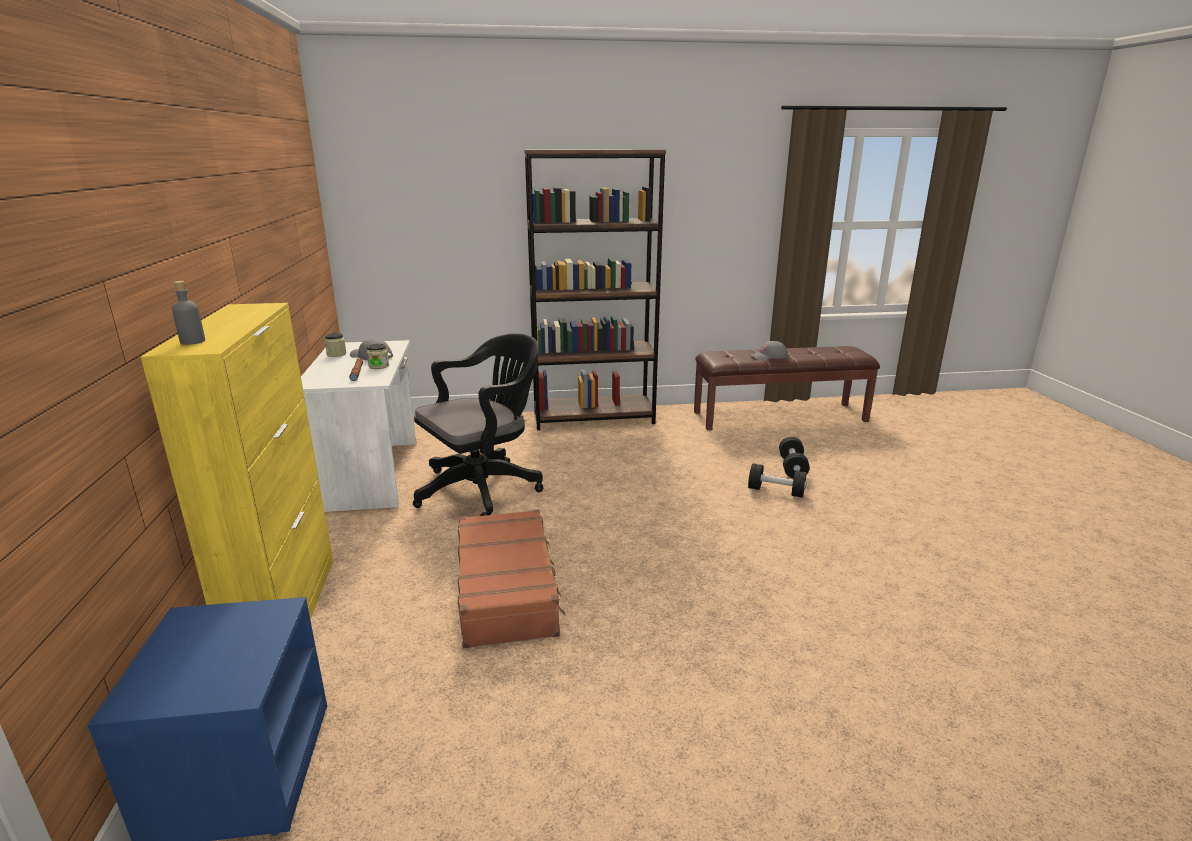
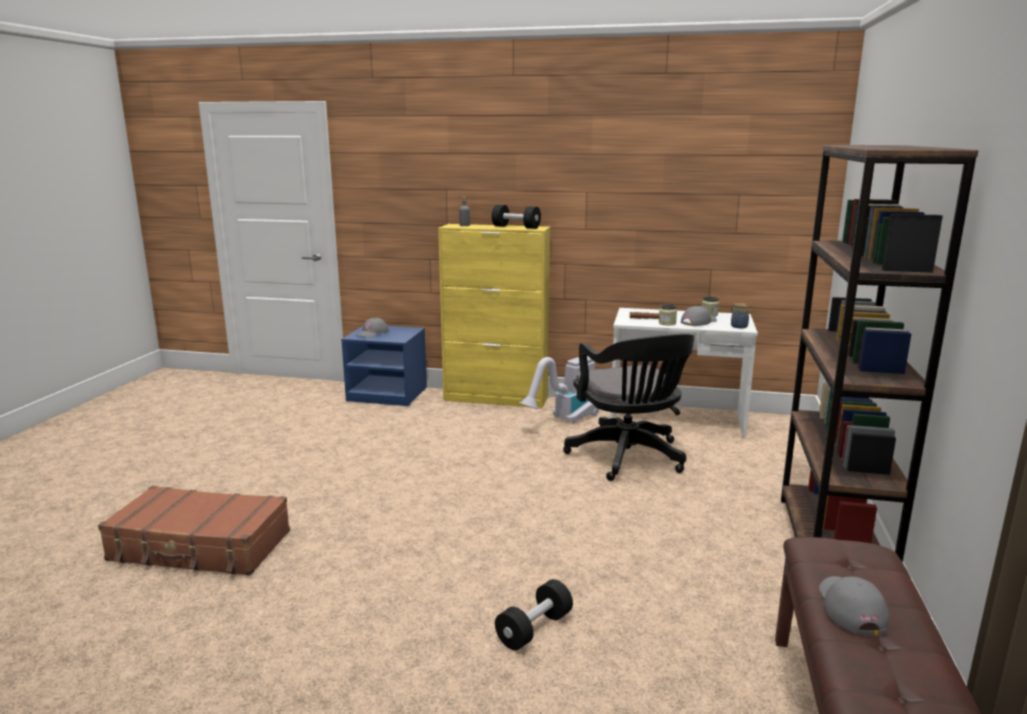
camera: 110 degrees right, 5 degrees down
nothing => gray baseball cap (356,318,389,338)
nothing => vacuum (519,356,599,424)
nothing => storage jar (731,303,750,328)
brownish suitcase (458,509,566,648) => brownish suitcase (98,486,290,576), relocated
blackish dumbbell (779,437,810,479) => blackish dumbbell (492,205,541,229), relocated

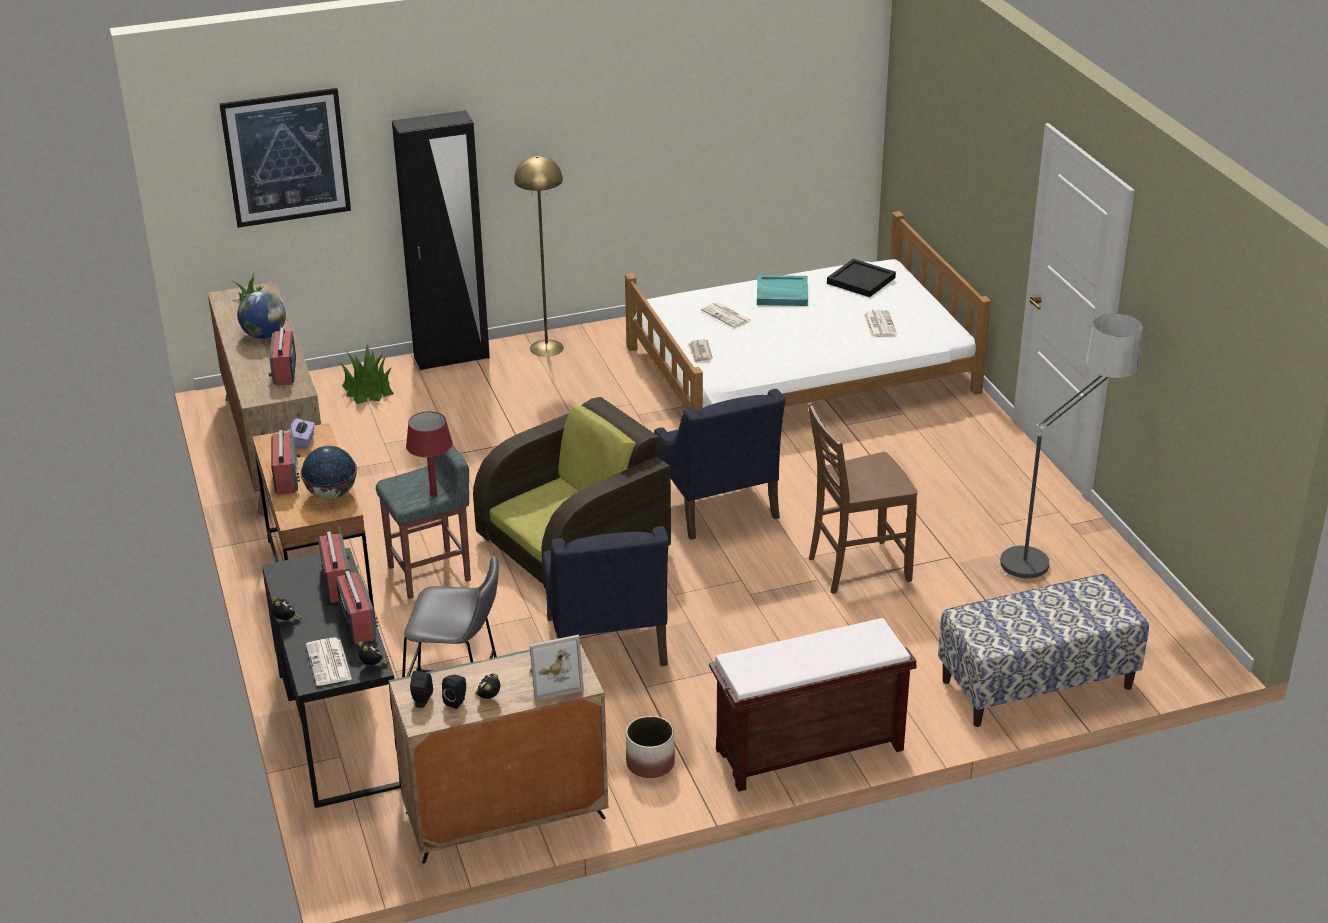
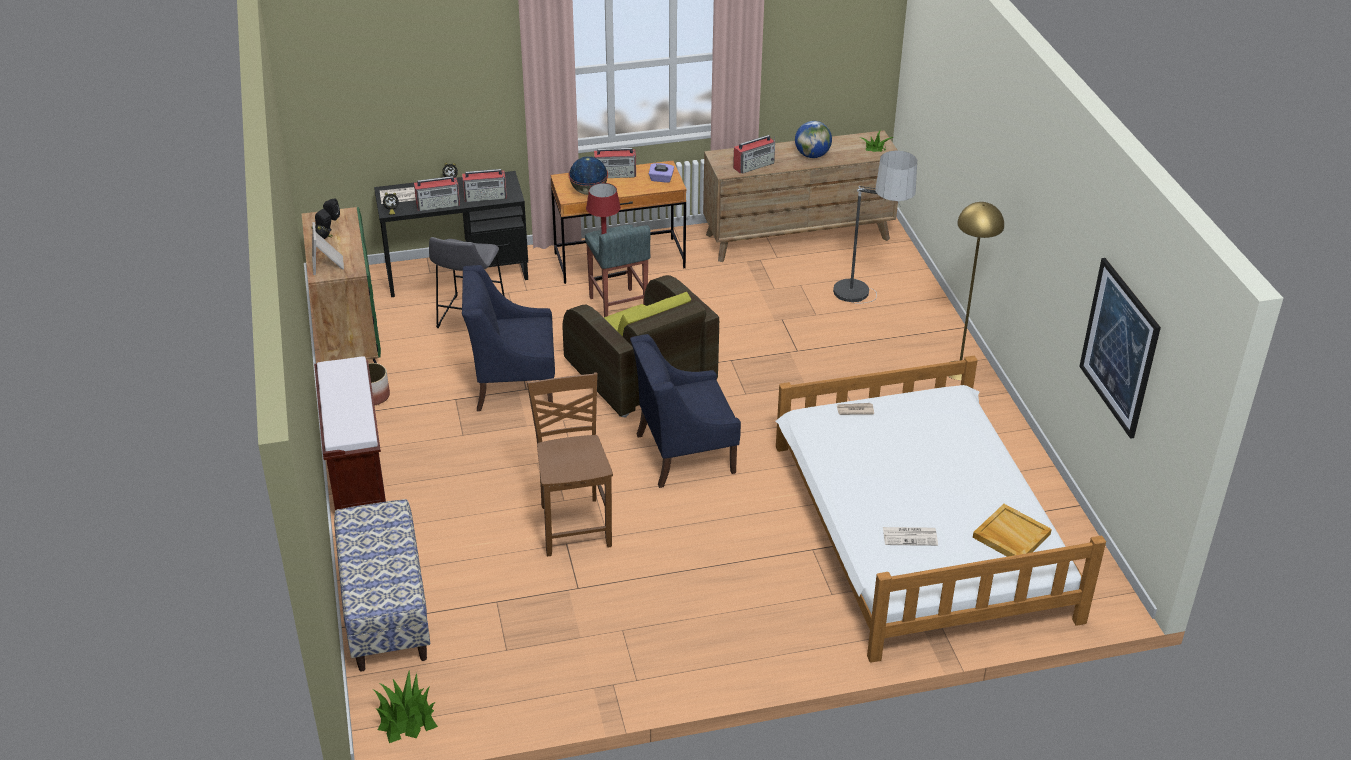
camera: 95 degrees right, 5 degrees up
blackish wardrobe (392,110,490,370) => nothing
newspaper (701,302,752,328) => nothing
turquoise-coloured serving tray (757,275,808,306) => nothing
wall picture (219,88,351,228) => wall picture (1079,258,1161,439), relocated
potted plant (340,344,394,404) => potted plant (373,671,438,743), relocated
standing lamp (998,313,1143,579) => standing lamp (833,151,917,304), relocated
blackish serving tray (827,259,896,297) => beige serving tray (973,504,1052,557)
radio receiver (269,327,296,386) => radio receiver (733,135,775,174), 150 degrees clockwise

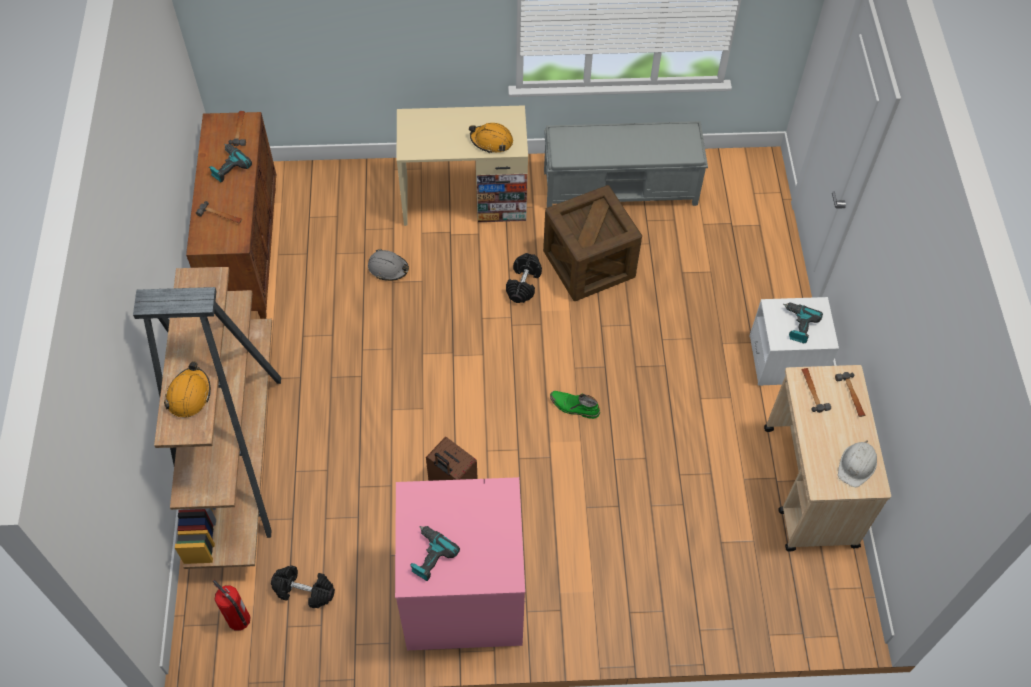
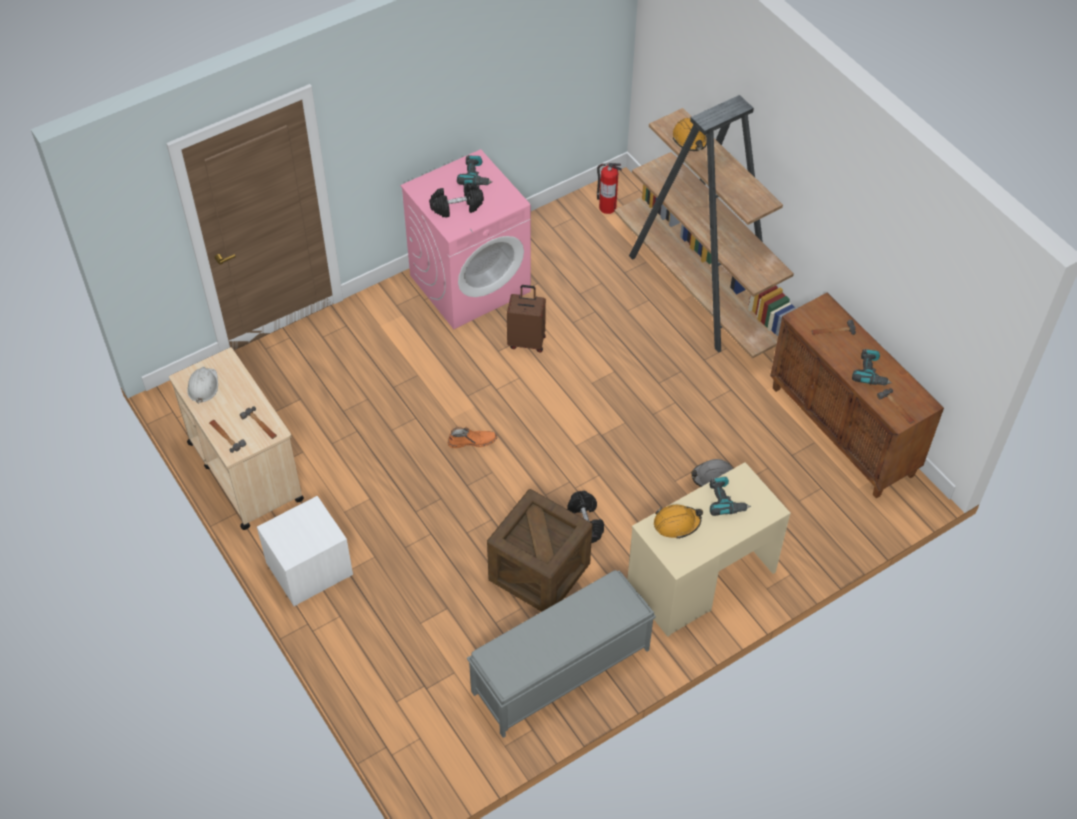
camera: 150 degrees right, 5 degrees down
blackish dumbbell (271,565,335,608) => blackish dumbbell (429,183,484,218), relocated
electric drill (783,302,823,343) => electric drill (710,477,751,516), relocated
green boot (550,391,600,419) => orange boot (448,427,497,448)

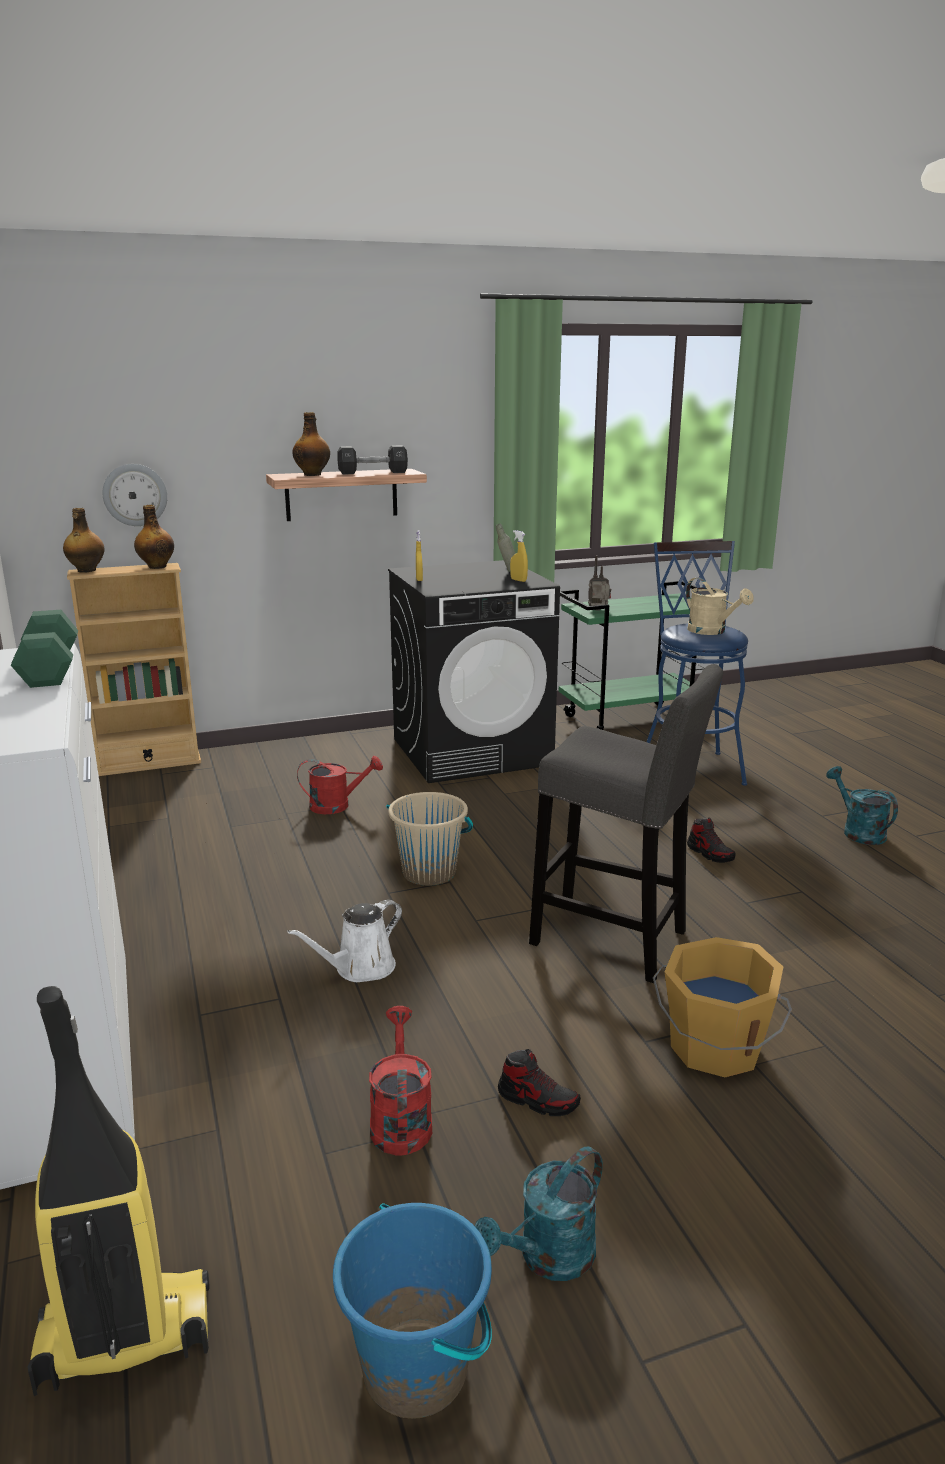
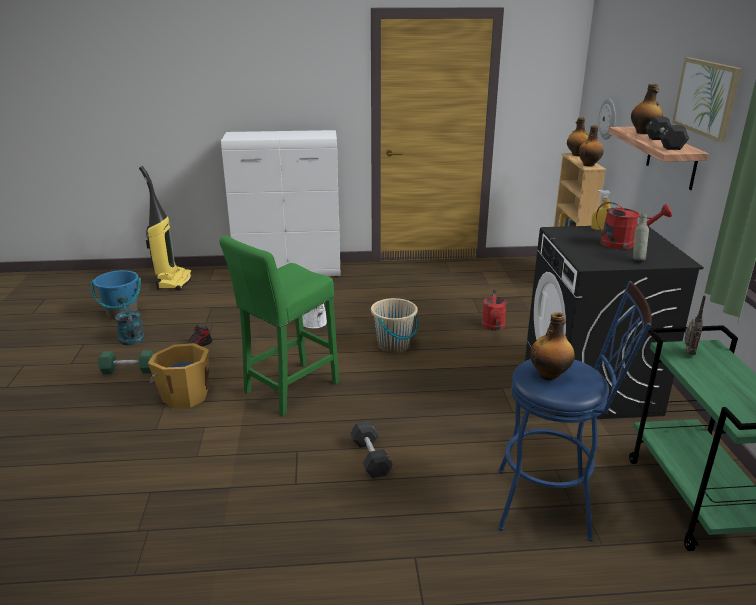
camera: 105 degrees right, 5 degrees up
yellow-coloured spray bottle (510,530,528,582) => nothing
turquoise-coloured watering can (826,766,898,845) => nothing
nothing => wall picture (672,57,742,142)
green dumbbell (11,610,78,688) => green dumbbell (98,350,154,374), relocated
red watering can (369,1006,432,1155) => red watering can (596,202,672,249), relocated
beige watering can (686,577,754,635) => drink bottle (530,312,575,381)
low shoe (687,817,736,863) => blackish dumbbell (350,420,393,478)
gray stool (529,664,723,983) => green stool (219,236,339,416)

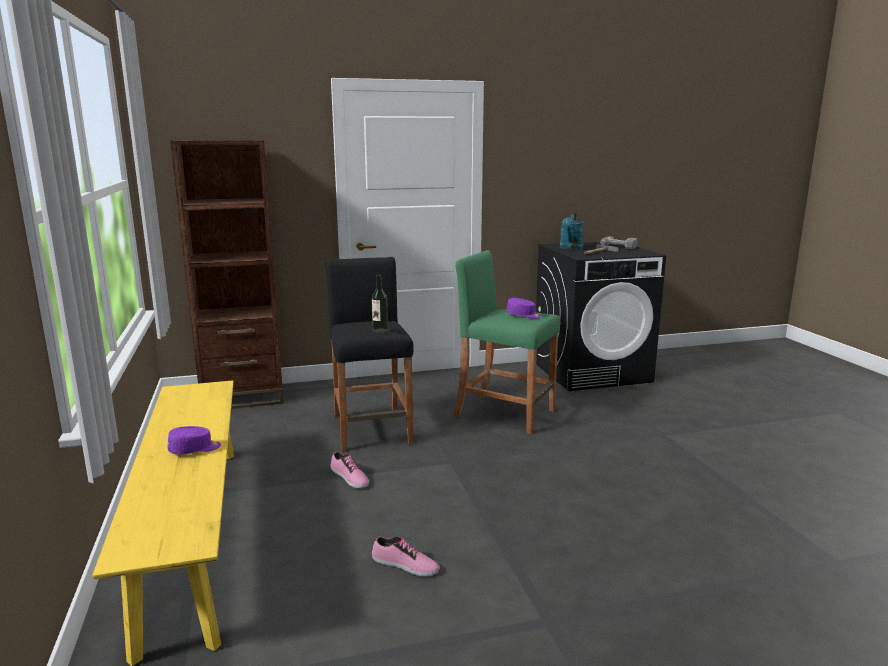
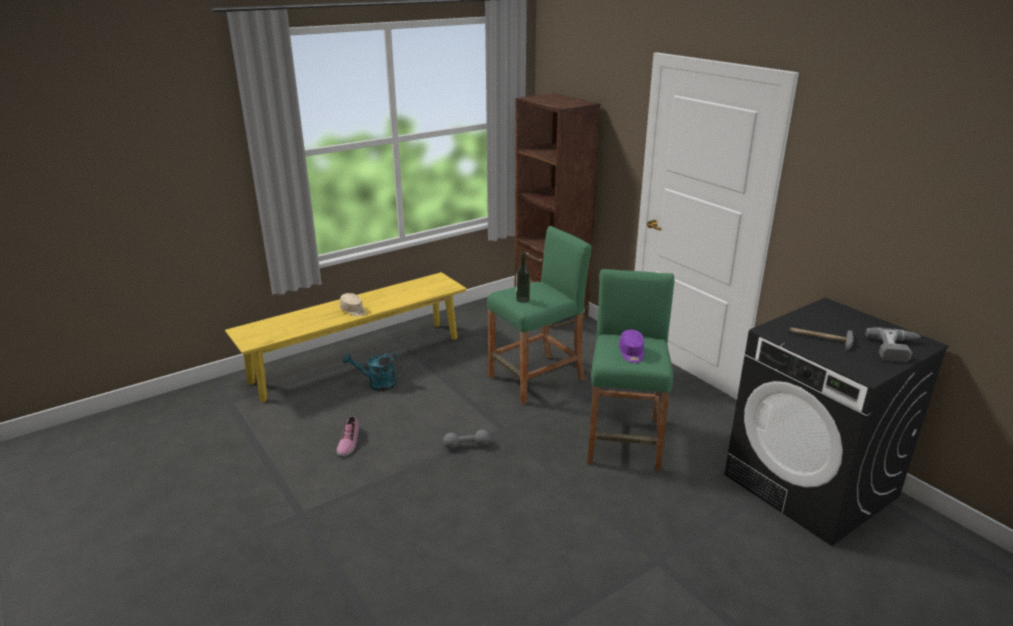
camera: 70 degrees right, 10 degrees up
low shoe (331,452,369,488) => nothing
nothing => gray dumbbell (443,430,491,449)
turquoise-coloured watering can (560,213,584,250) => turquoise-coloured watering can (343,353,402,391), relocated
purple baseball cap (168,426,221,455) => beige baseball cap (340,293,366,316)
blackish stool (325,257,414,452) => green stool (487,226,592,404)

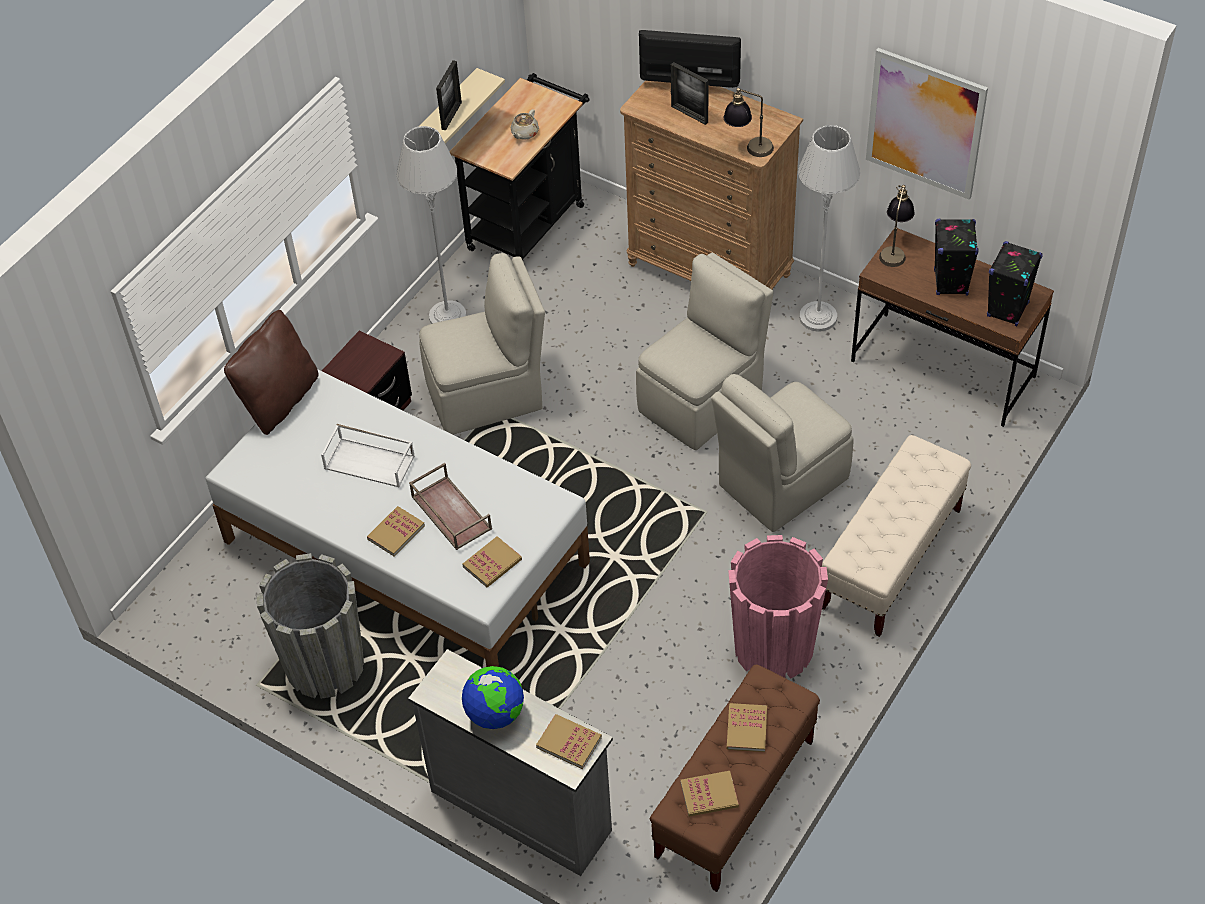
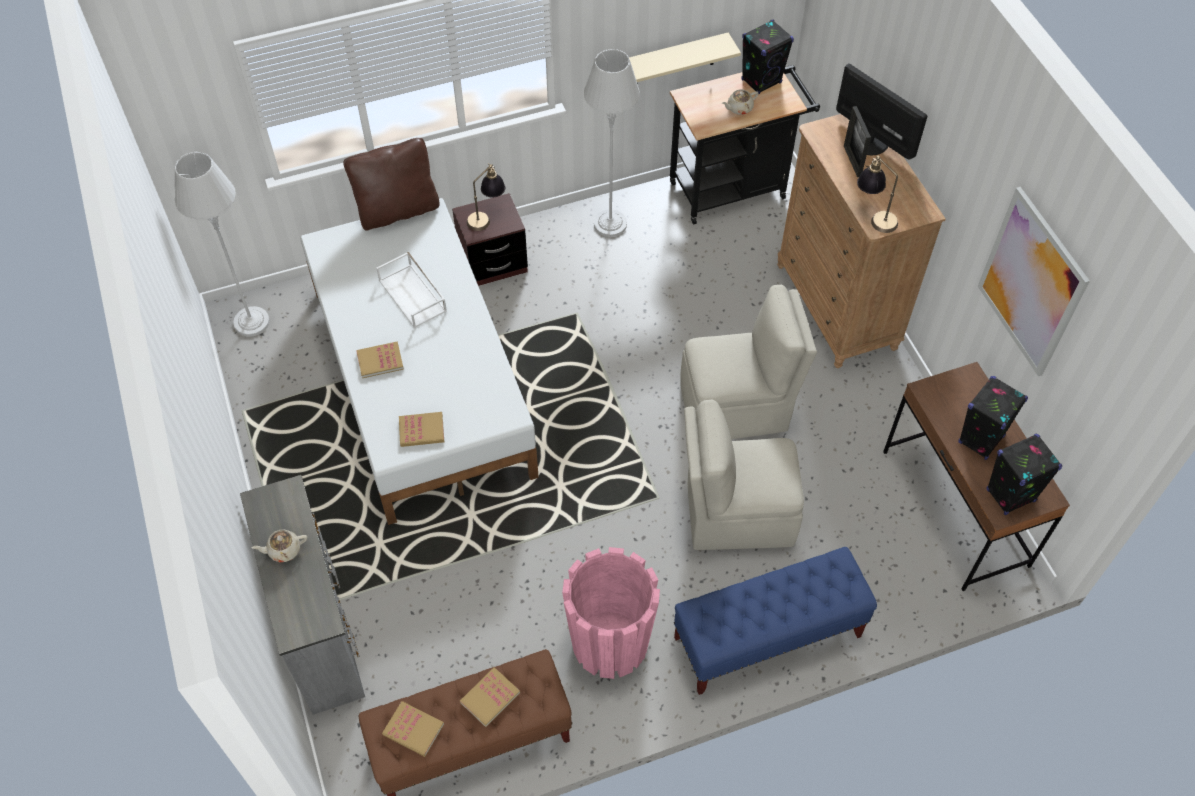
camera: 35 degrees right, 5 degrees up
gray planter (256,553,364,699) => nothing
brownish serving tray (409,463,492,550) => nothing
beige plain chair (419,253,545,435) => nothing
standing frame (436,60,462,131) => nothing
volume (536,714,602,769) => nothing
nothing => blackish speaker (742,19,794,95)
gray standing lamp (798,125,860,332) => gray standing lamp (175,152,270,337), relocated
table lamp (879,185,915,267) => table lamp (467,163,505,231), relocated
globe (462,666,524,729) => beige tea pot (252,530,307,562)
beige indoor bench (822,435,971,637) => blue indoor bench (674,547,877,695)

